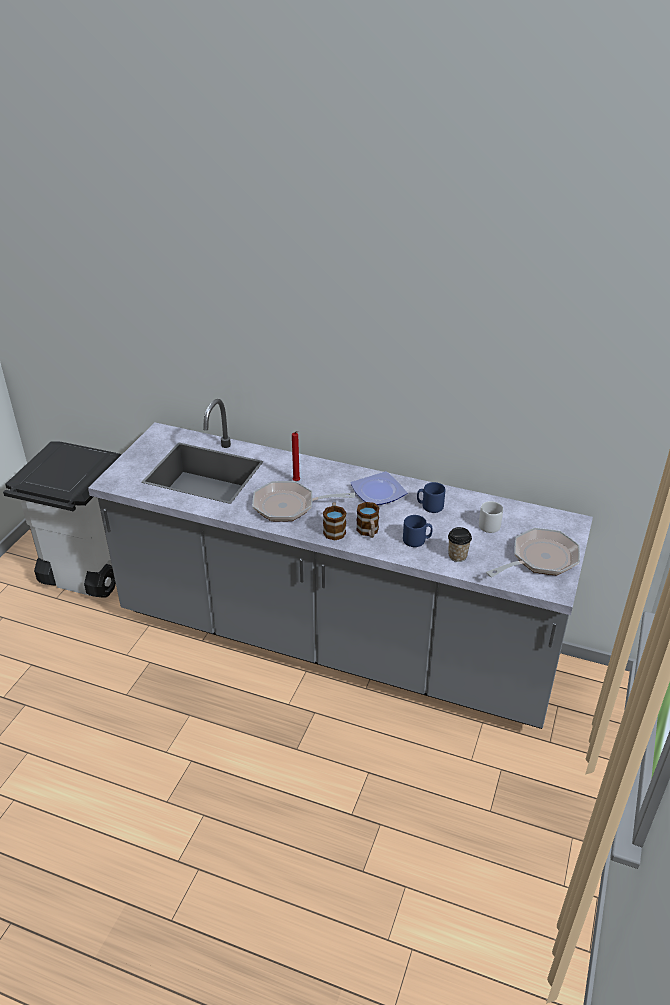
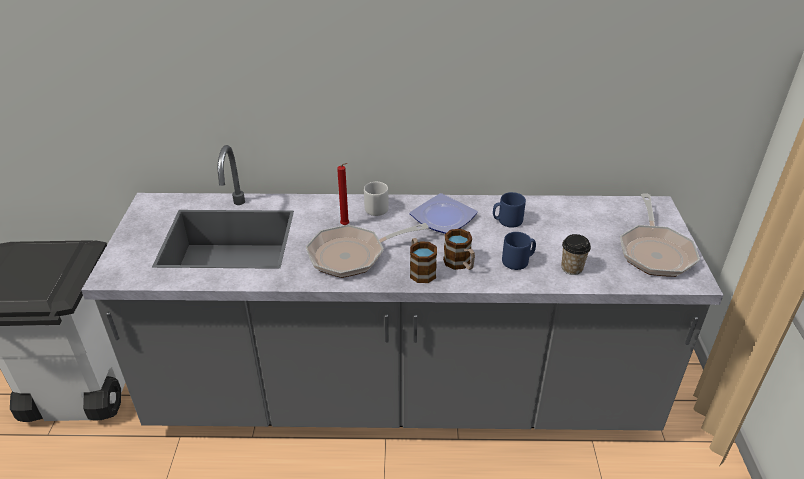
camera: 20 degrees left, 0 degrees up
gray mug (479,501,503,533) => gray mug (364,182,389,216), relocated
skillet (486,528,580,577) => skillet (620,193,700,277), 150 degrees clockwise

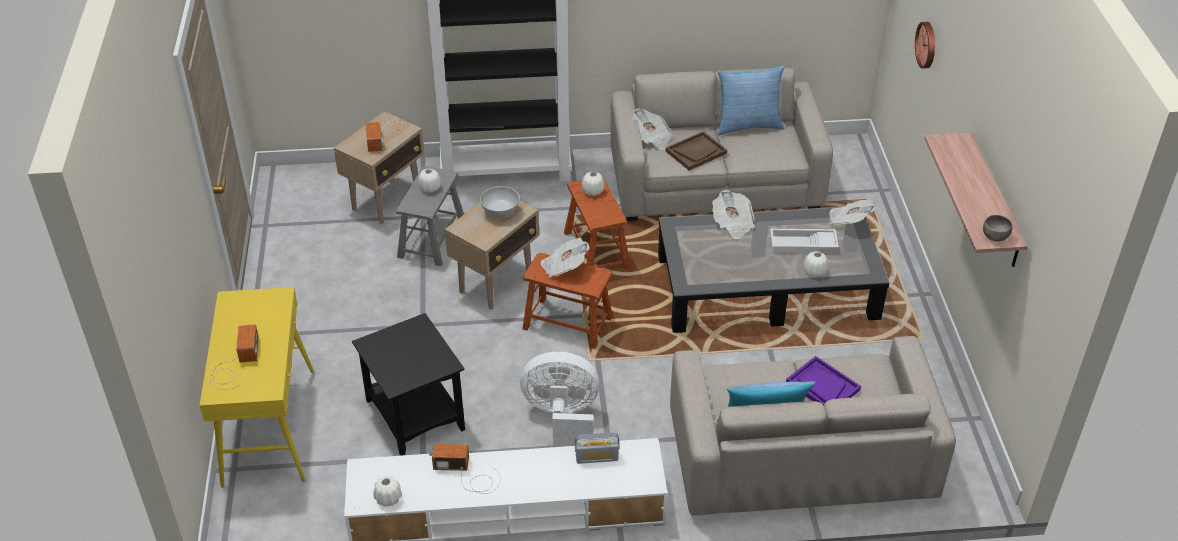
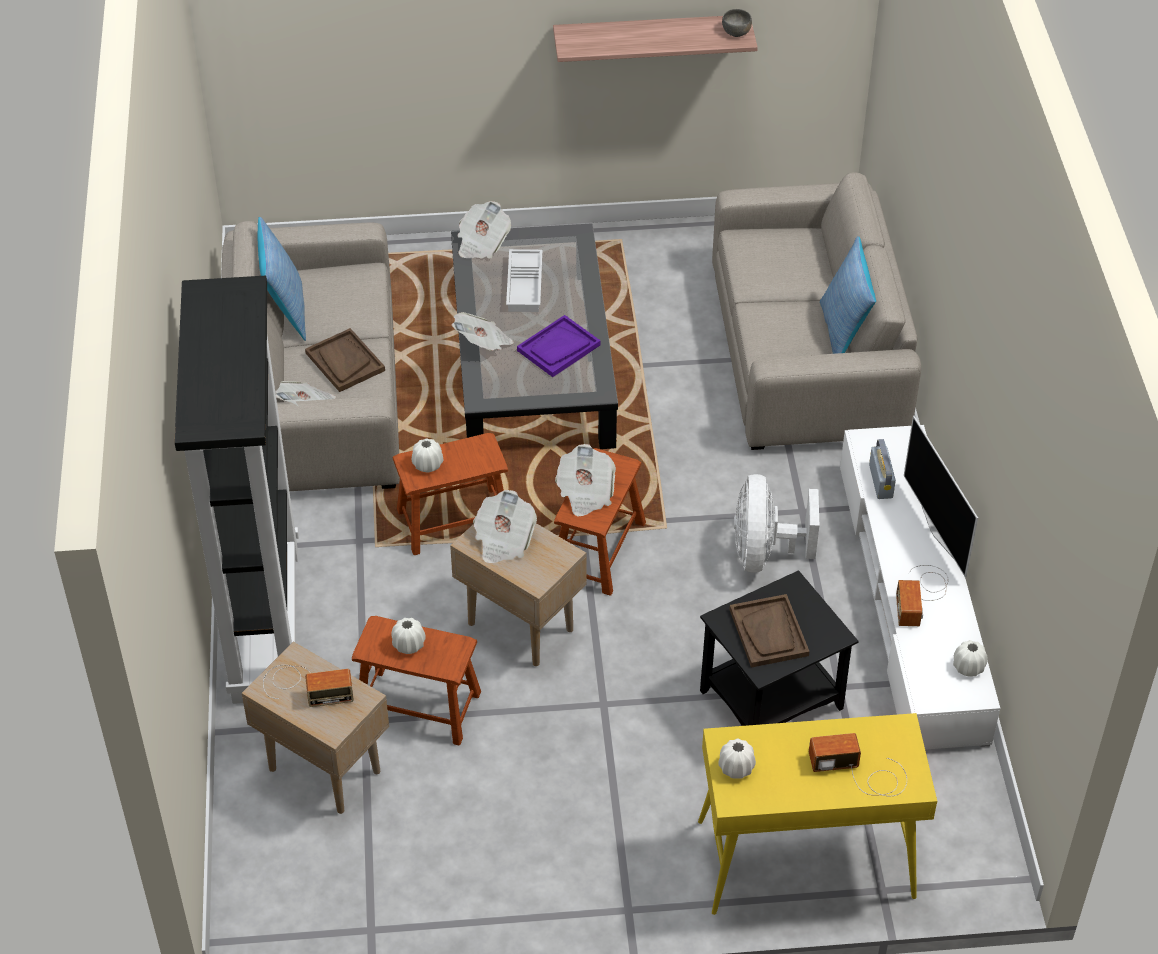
camera: 90 degrees left, 5 degrees up
wall clock (915,22,935,69) => nothing
nothing => brownish serving tray (729,594,810,668)
nothing => TV (904,416,978,577)
purple serving tray (786,356,861,405) => purple serving tray (517,315,601,377), relocated
white-coloured flower vase (804,251,828,277) => white-coloured flower vase (718,739,756,779), relocated
white-coloured serving bowl (480,186,520,218) => newspaper (473,490,537,563)
gray stool (396,166,464,266) => brownish stool (352,616,481,745)

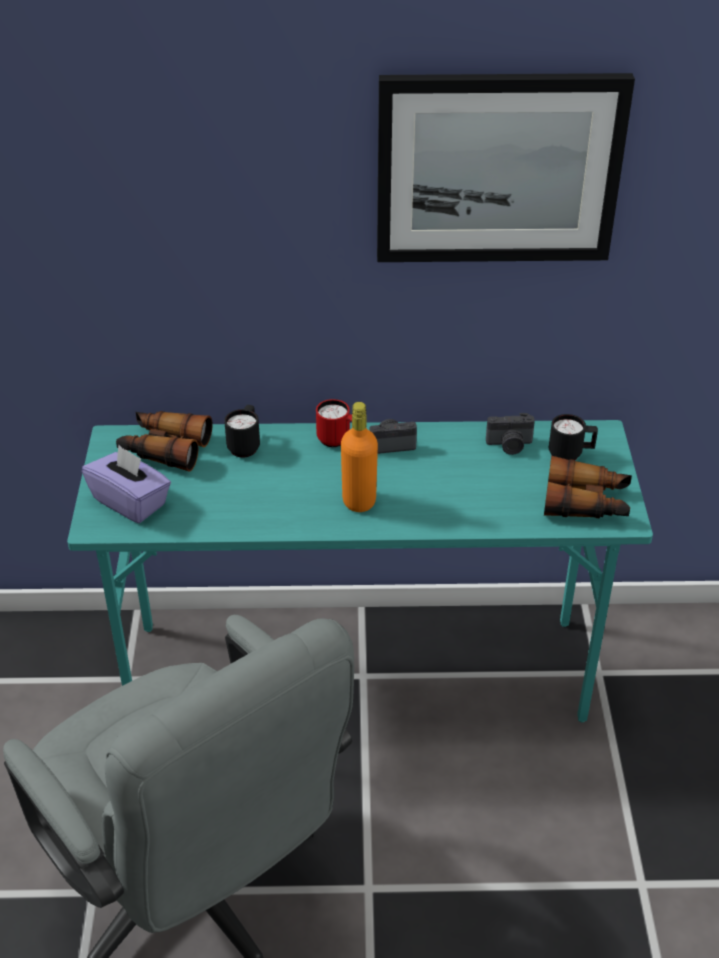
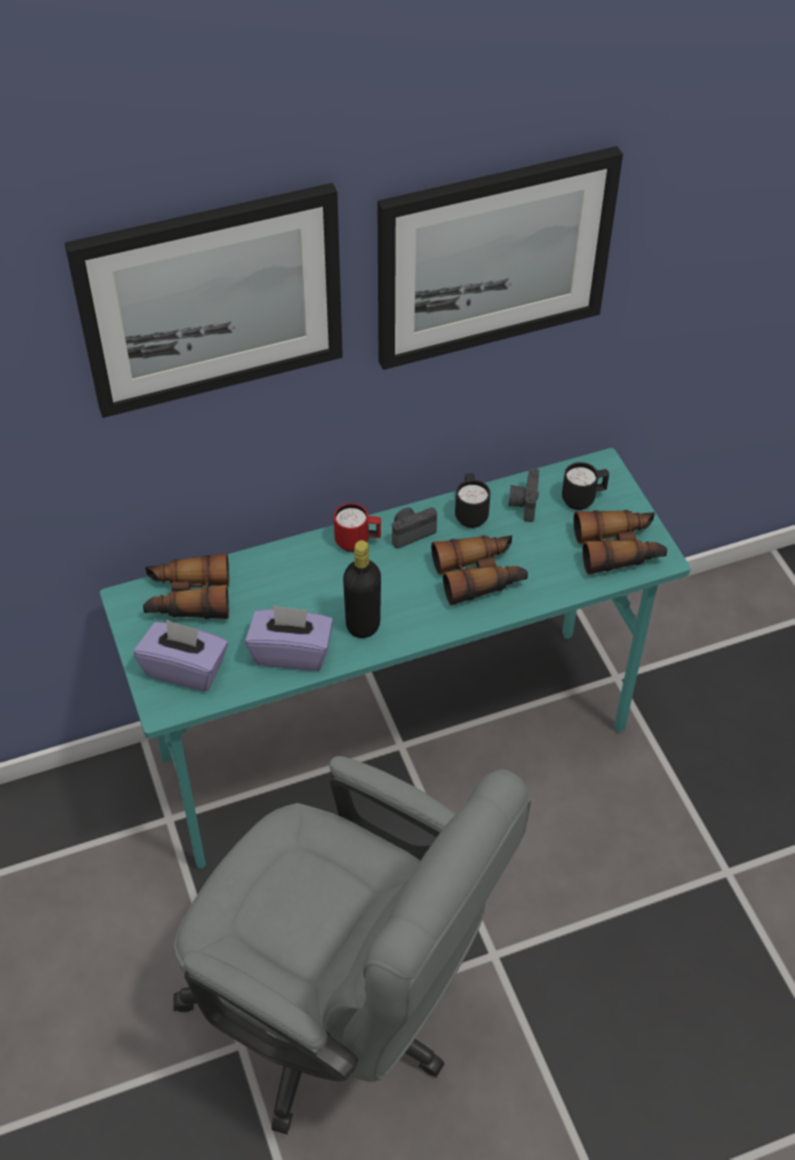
camera: 20 degrees left, 10 degrees up
orange drink bottle (341,402,378,512) => nothing
nothing => wall picture (65,183,343,418)
nothing => purple tissue box (245,605,333,671)
nothing => blackish drink bottle (343,540,381,638)
nothing => binoculars (431,535,528,606)
blackish mug (224,405,260,458) => blackish mug (455,473,490,528), relocated
photo camera (486,413,535,455) => photo camera (508,468,539,522), 120 degrees clockwise

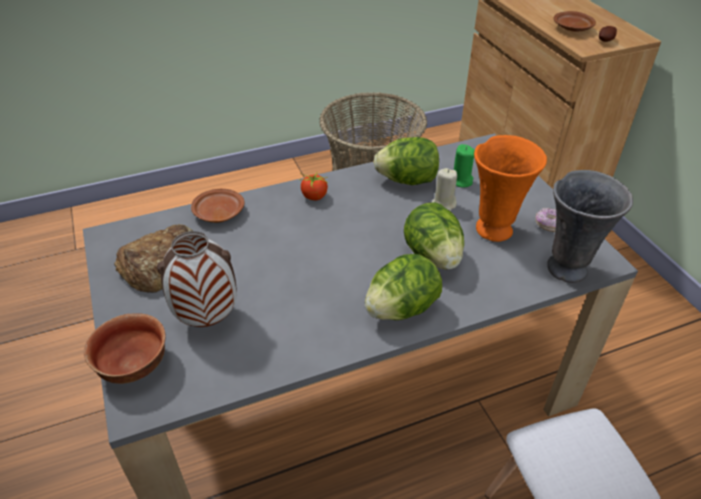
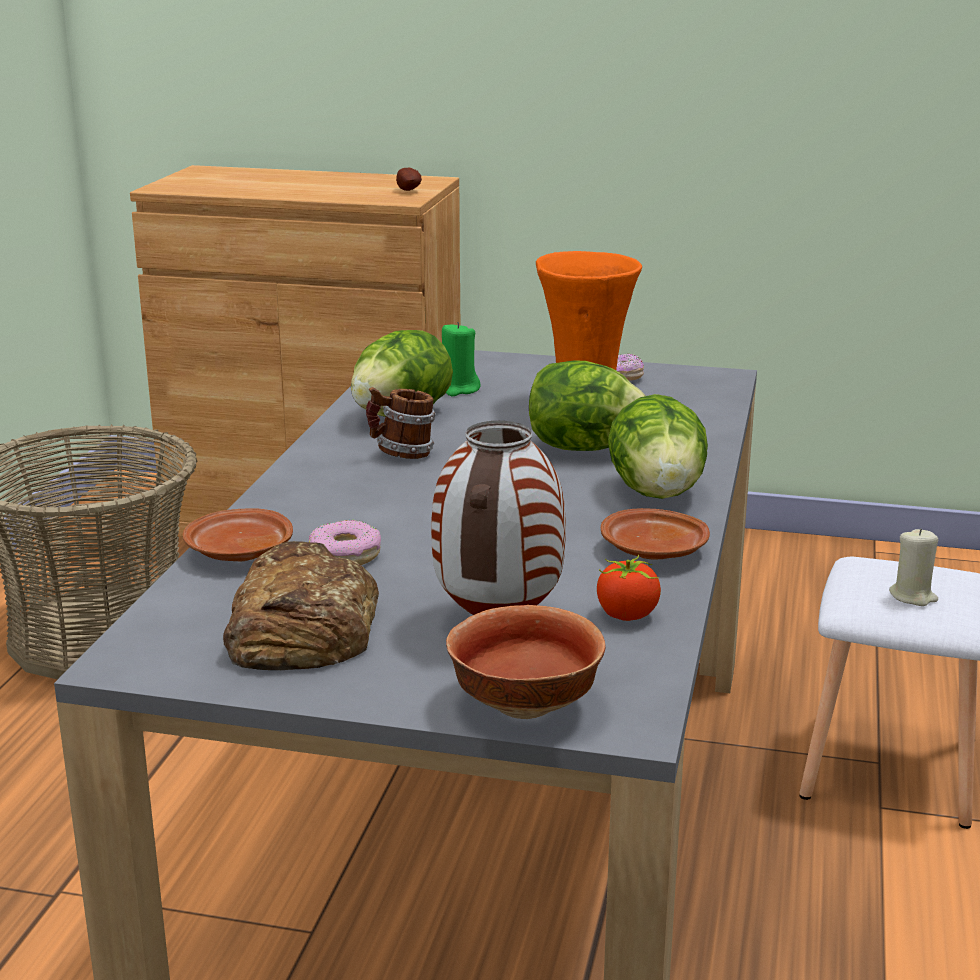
camera: 55 degrees left, 20 degrees down
gray flower vase (547,170,633,283) => nothing
nothing => doughnut (309,520,381,565)
nothing => mug (366,387,436,459)
fresh tomato (300,173,328,200) => fresh tomato (597,555,661,621), relocated
beige wax candle (432,168,457,212) => beige wax candle (889,528,938,606), relocated
brownish flat dish (553,11,596,32) => brownish flat dish (601,508,710,560), relocated

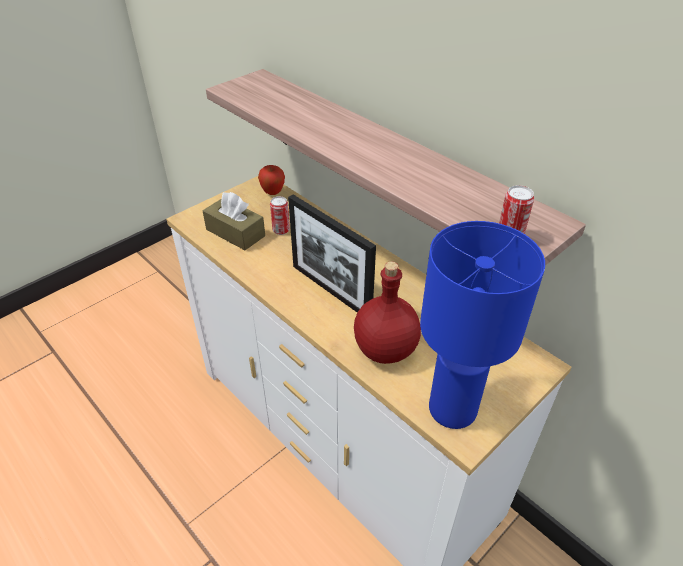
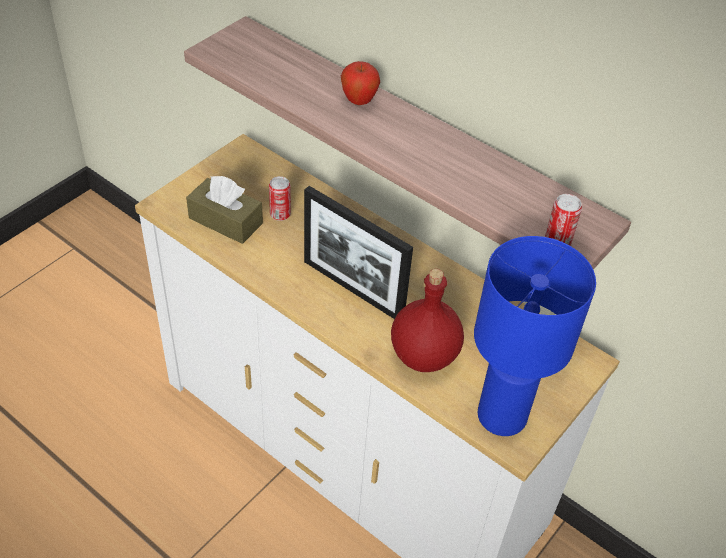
camera: 10 degrees left, 5 degrees up
apple fruit (258,165,285,195) => apple fruit (341,61,380,105), relocated

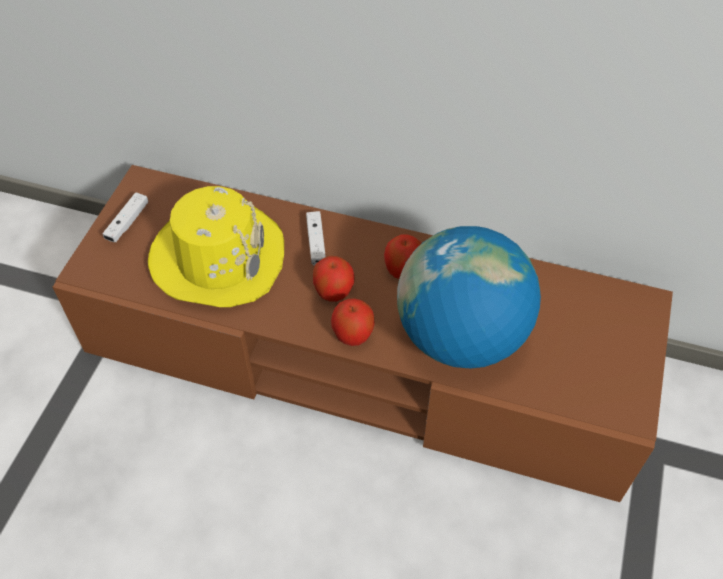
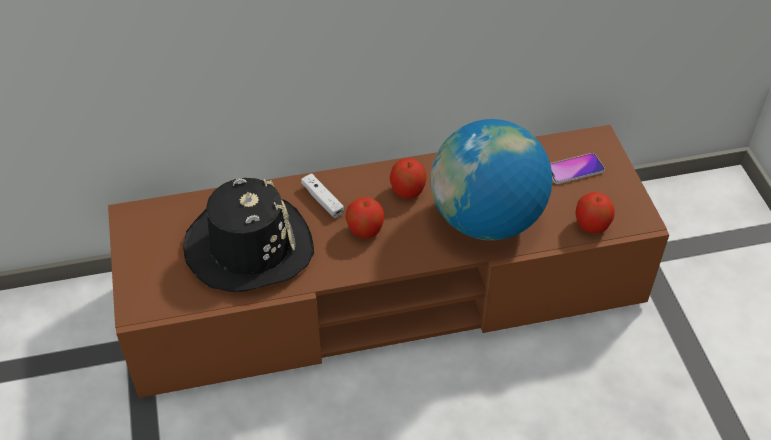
camera: 30 degrees left, 5 degrees down
white-coloured game controller (102,192,148,242) => nothing
nothing => phone (550,153,605,184)
apple fruit (331,298,375,346) => apple fruit (575,192,615,234), relocated
yellow-coloured clothing hat (148,186,284,307) => blackish clothing hat (183,178,314,292)

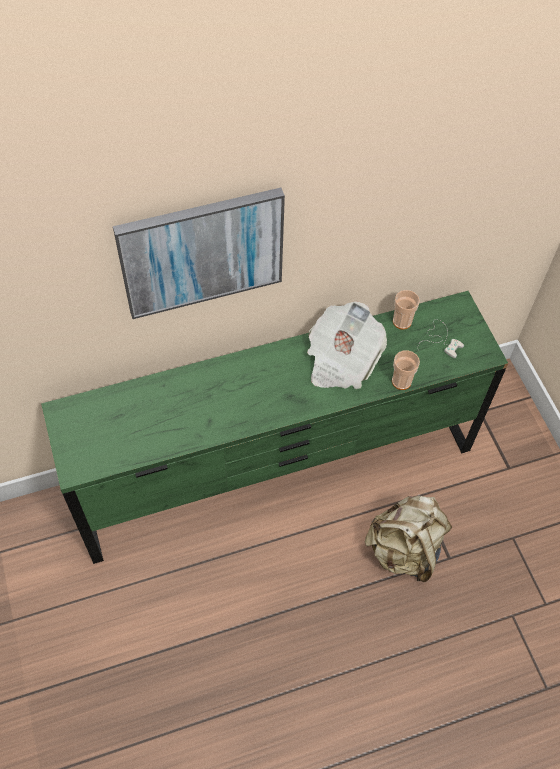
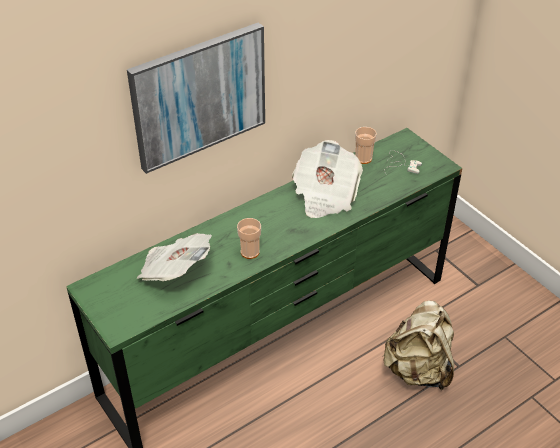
camera: 15 degrees left, 15 degrees down
nothing => newspaper (137,233,212,281)
small cup (392,350,420,390) => small cup (237,218,261,259), relocated

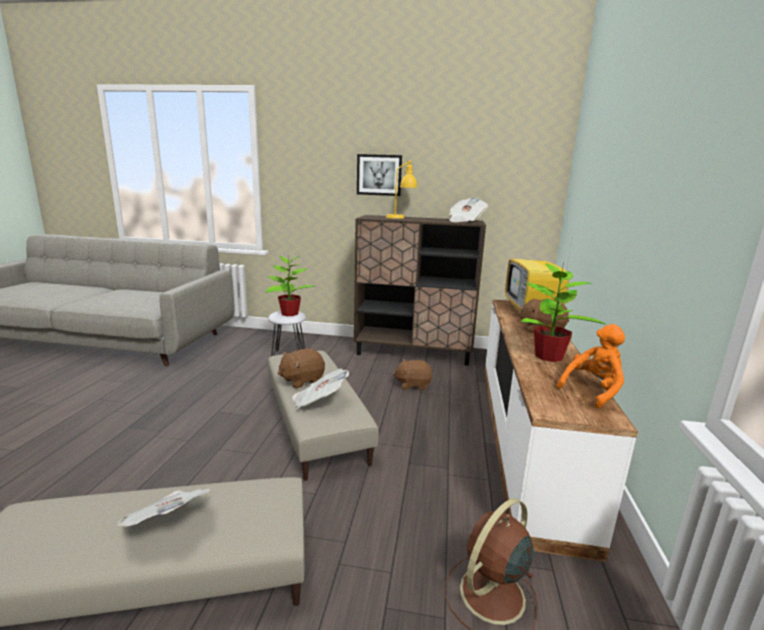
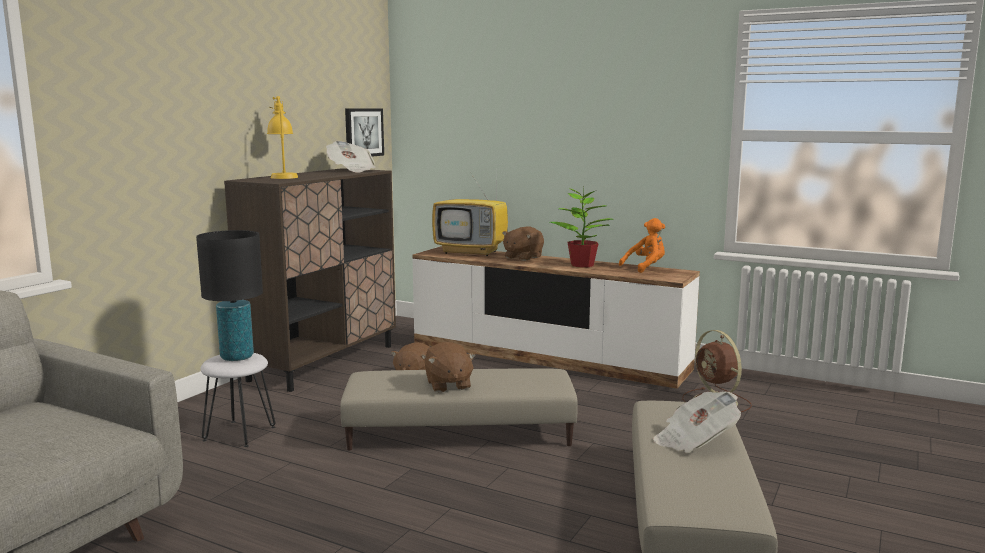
camera: 70 degrees left, 5 degrees down
newspaper (292,368,349,409) => nothing
wall picture (357,154,402,196) => wall picture (345,108,384,157), relocated
potted plant (266,255,315,316) => blackish table lamp (196,230,263,361)
orange soft toy (557,324,625,408) => orange soft toy (619,218,665,273), 75 degrees clockwise

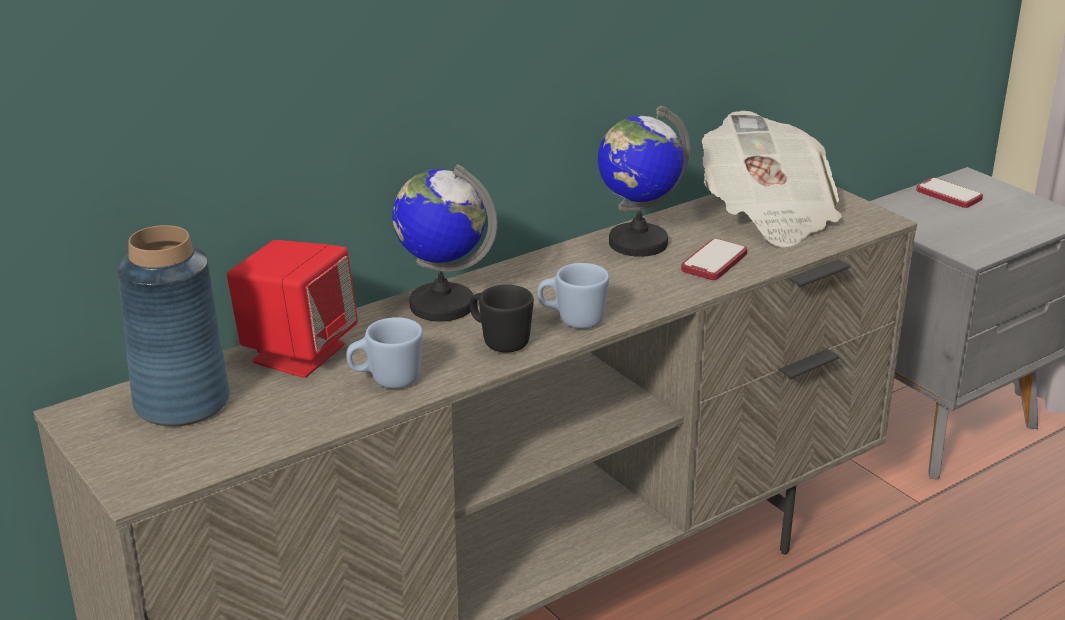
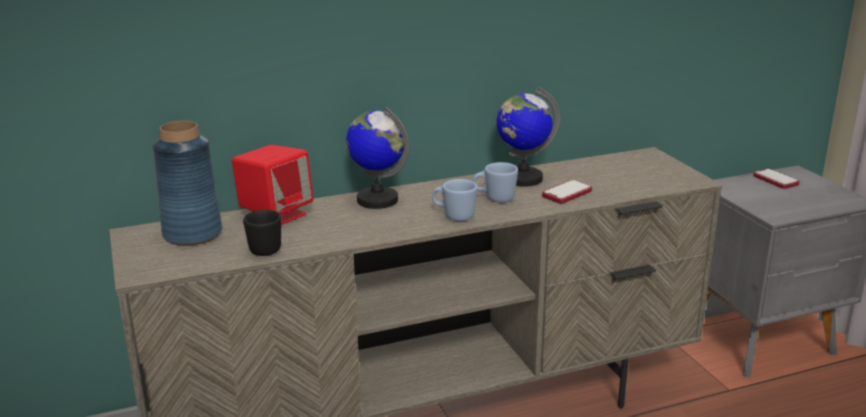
camera: 15 degrees right, 5 degrees down
newspaper (702,111,842,248) => nothing
blue mug (346,317,423,389) => blue mug (473,162,518,202), relocated
blackish mug (470,285,534,353) => blackish mug (243,210,282,256), relocated

